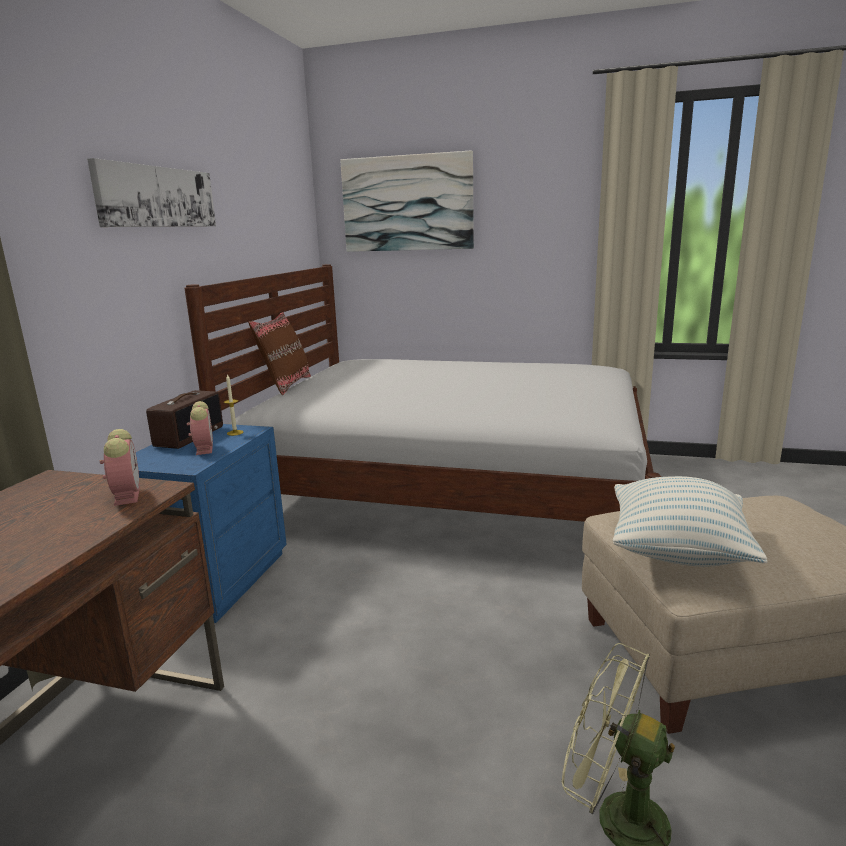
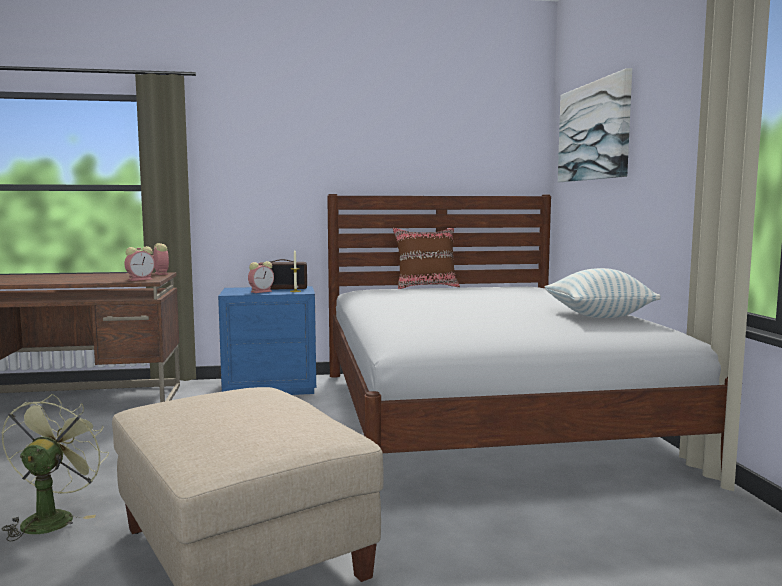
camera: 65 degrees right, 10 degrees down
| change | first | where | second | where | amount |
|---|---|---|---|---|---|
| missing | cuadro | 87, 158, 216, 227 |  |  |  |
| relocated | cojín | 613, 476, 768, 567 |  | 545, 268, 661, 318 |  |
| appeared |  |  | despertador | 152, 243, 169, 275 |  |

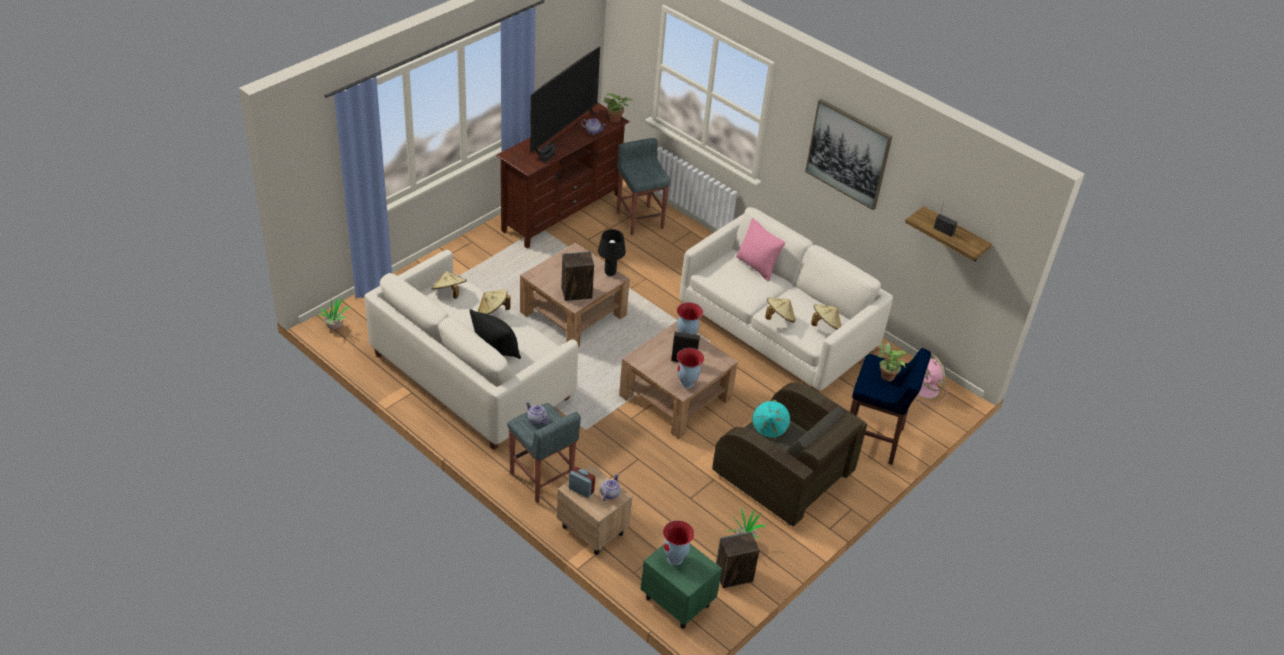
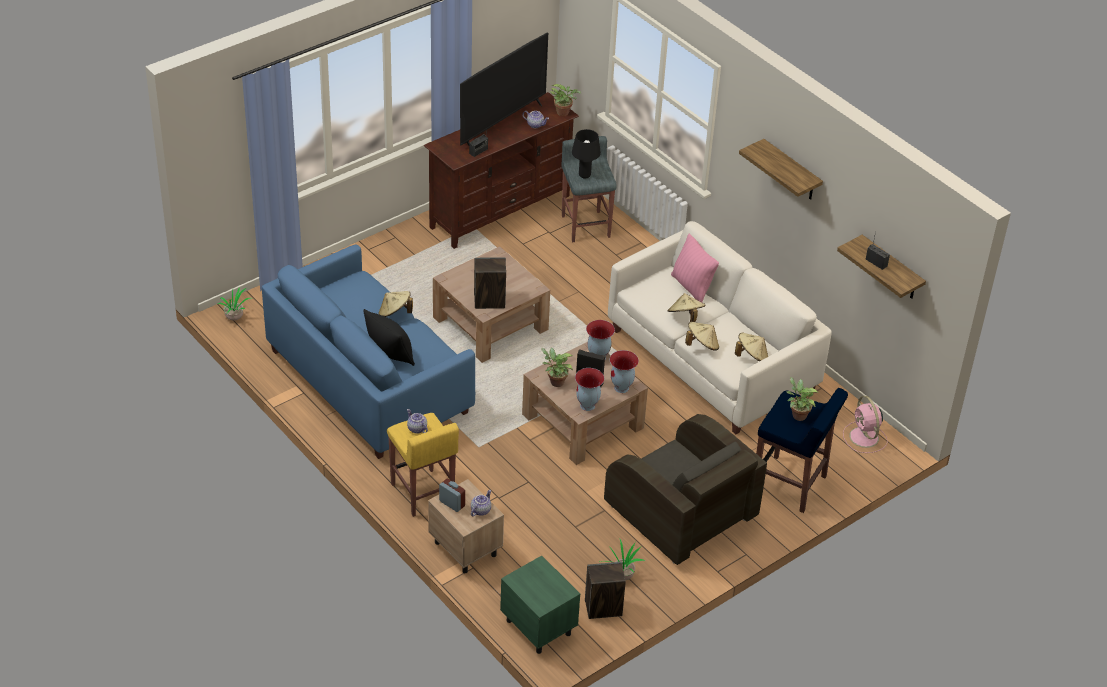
camera: 10 degrees right, 0 degrees up
| change | first | where | second | where | amount |
|---|---|---|---|---|---|
| exchanged | cuadro | 805, 99, 892, 210 | estante | 739, 139, 823, 200 |  |
| relocated | lámpara de mesa/negro | 598, 229, 626, 276 |  | 572, 129, 601, 179 |  |
| colour | sofá/blanco | 364, 250, 578, 450 | sofá/azul | 262, 244, 475, 459 |  |
| relocated | sombrero/beis | 432, 271, 467, 299 |  | 667, 293, 706, 322 |  |
| missing | sombrero/turquesa | 752, 400, 790, 439 |  |  |  |
| colour | taburete/gris | 507, 403, 581, 503 | taburete/amarillo | 387, 413, 459, 517 |  |
| relocated | florero | 663, 520, 694, 565 |  | 610, 350, 639, 393 |  |
| appeared |  |  | planta en maceta | 541, 348, 573, 387 |  |

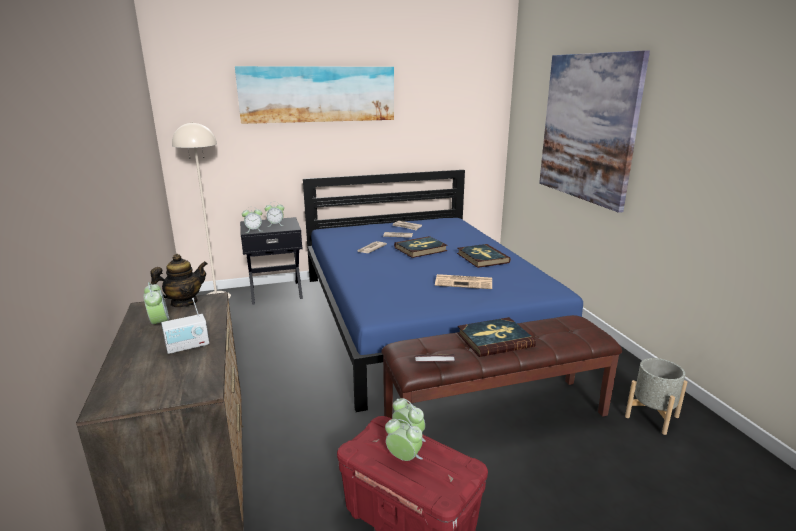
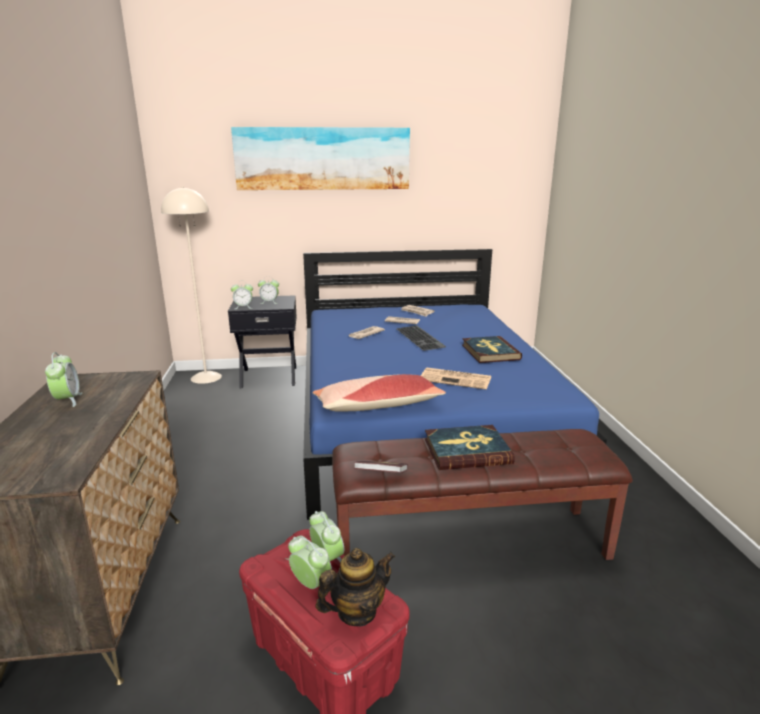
camera: 10 degrees right, 0 degrees up
| change | first | where | second | where | amount |
|---|---|---|---|---|---|
| missing | cuadro | 539, 50, 650, 213 |  |  |  |
| exchanged | libro | 394, 236, 448, 258 | teclado | 397, 325, 446, 351 |  |
| relocated | tetera | 150, 254, 208, 307 |  | 316, 548, 395, 626 |  |
| missing | radio | 161, 298, 209, 354 |  |  |  |
| missing | maceta/gris | 625, 358, 687, 435 |  |  |  |
| appeared |  |  | cojín | 313, 374, 446, 411 |  |

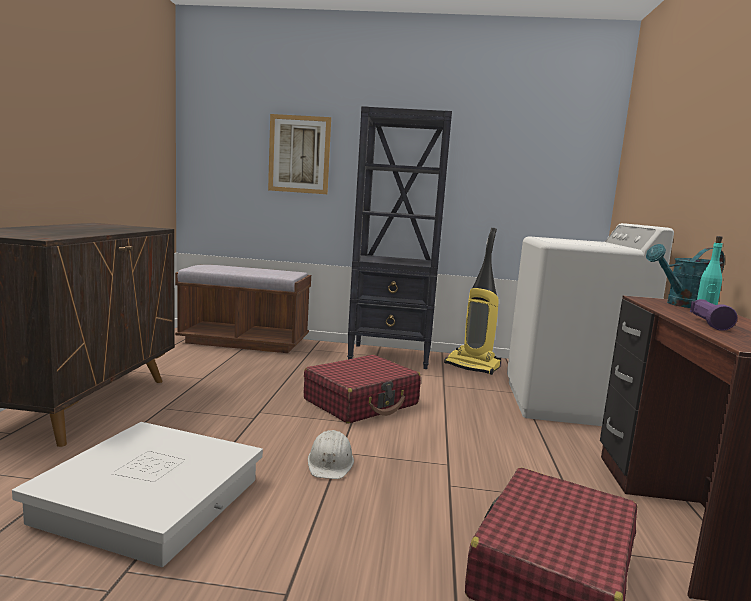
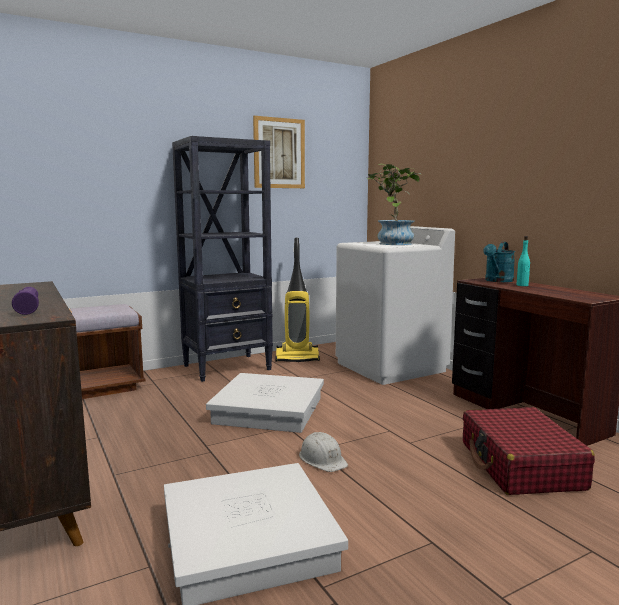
camera: 35 degrees left, 0 degrees up
| change | first | where | second | where | amount |
|---|---|---|---|---|---|
| relocated | cuadro | 268, 114, 331, 194 |  | 253, 116, 305, 188 |  |
| relocated | linterna/morado | 690, 299, 737, 331 |  | 12, 287, 39, 315 |  |
| exchanged | maleta/rojo | 304, 355, 421, 423 | caja de almacenaje/blanco | 206, 373, 324, 433 |  |
| appeared |  |  | planta en maceta | 363, 164, 423, 245 |  |

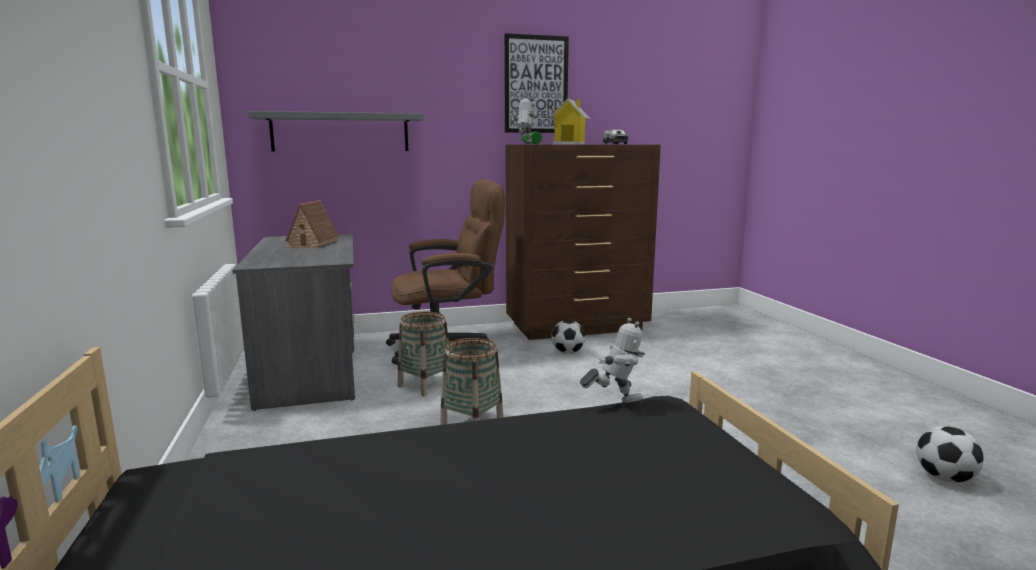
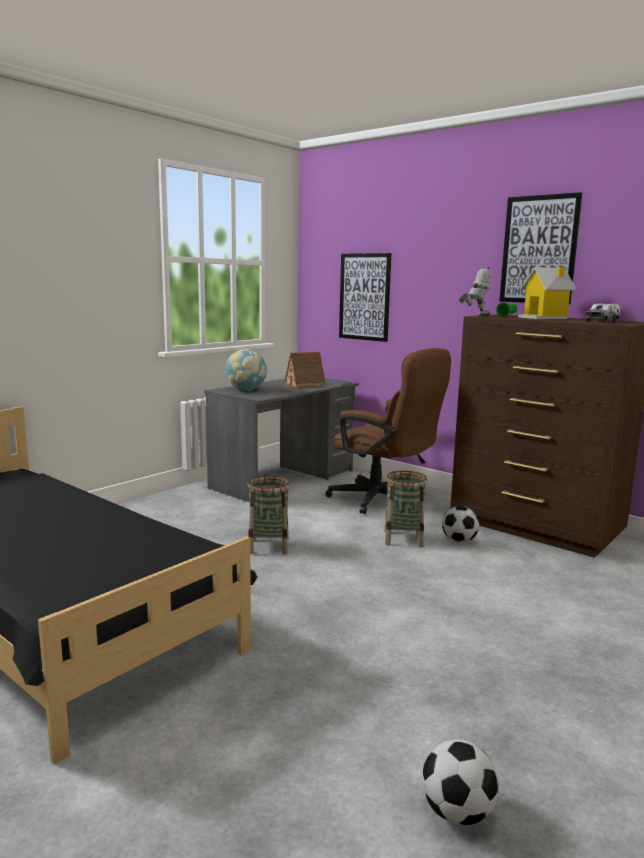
camera: 55 degrees right, 0 degrees up
| change | first | where | second | where | amount |
|---|---|---|---|---|---|
| exchanged | estante/gris | 248, 111, 424, 151 | cuadro | 339, 253, 391, 342 |  |
| relocated | cesta | 398, 312, 449, 396 |  | 384, 470, 427, 547 |  |
| missing | robot de juguete | 580, 318, 645, 406 |  |  |  |
| appeared |  |  | globo terráqueo | 226, 349, 267, 391 |  |

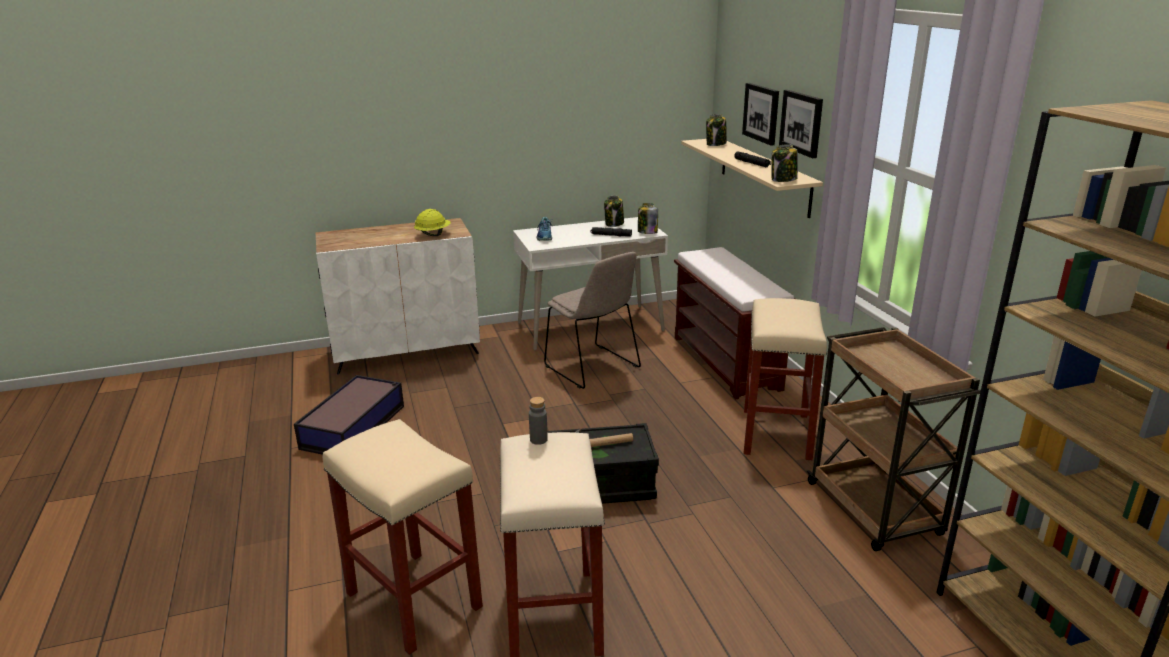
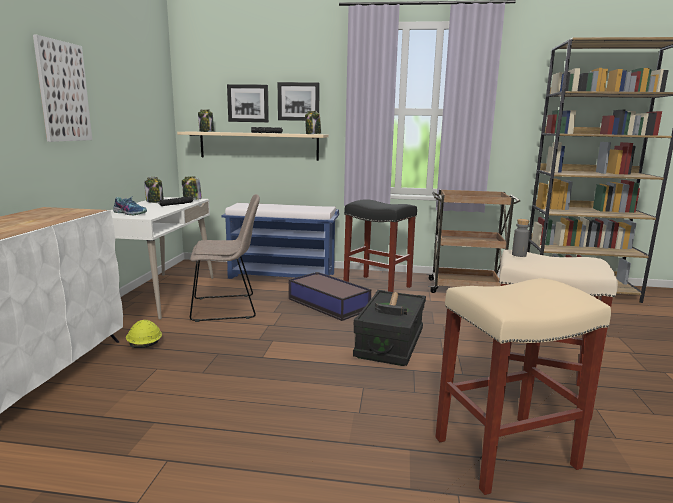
camera: 65 degrees left, 10 degrees down
| change | first | where | second | where | amount |
|---|---|---|---|---|---|
| relocated | casco/amarillo | 414, 209, 451, 236 |  | 126, 320, 162, 348 |  |
| colour | banco/marrón | 674, 247, 795, 399 | banco/azul | 222, 203, 339, 279 |  |
| colour | taburete/beis | 744, 298, 827, 460 | taburete/negro | 344, 199, 417, 292 |  |
| relocated | caja de almacenaje | 294, 375, 404, 455 |  | 289, 272, 371, 321 |  |
| appeared |  |  | cuadro | 33, 35, 92, 142 |  |

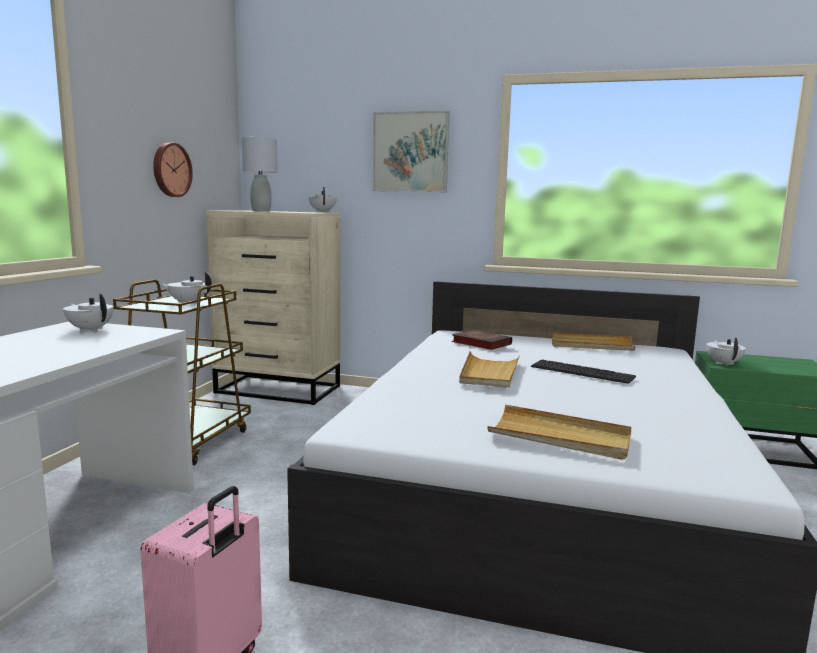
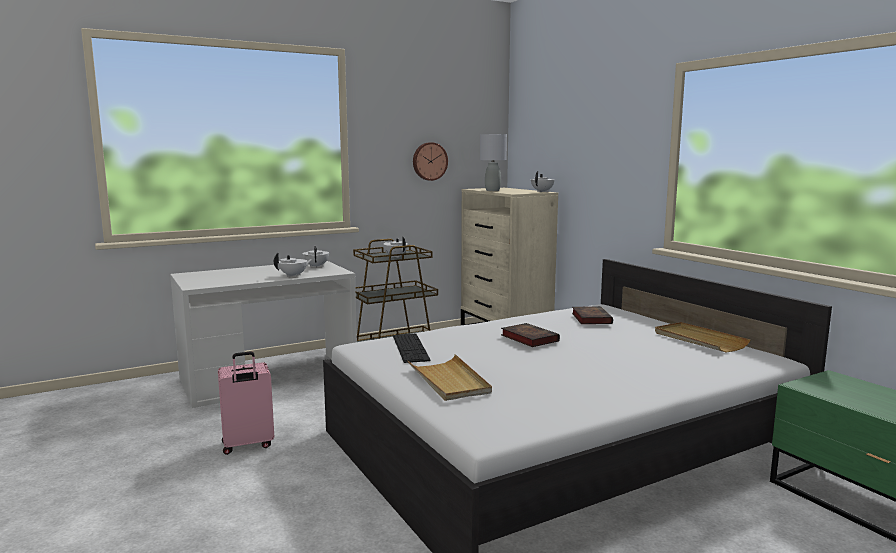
camera: 45 degrees right, 0 degrees up
| change | first | where | second | where | amount |
|---|---|---|---|---|---|
| missing | cuadro | 372, 111, 450, 192 |  |  |  |
| relocated | tetera/blanco | 706, 338, 746, 366 |  | 274, 253, 313, 277 |  |
| exchanged | bandeja/beis | 459, 351, 520, 388 | libro | 501, 323, 560, 347 |  |
| relocated | teclado | 531, 360, 636, 384 |  | 393, 334, 431, 363 |  |

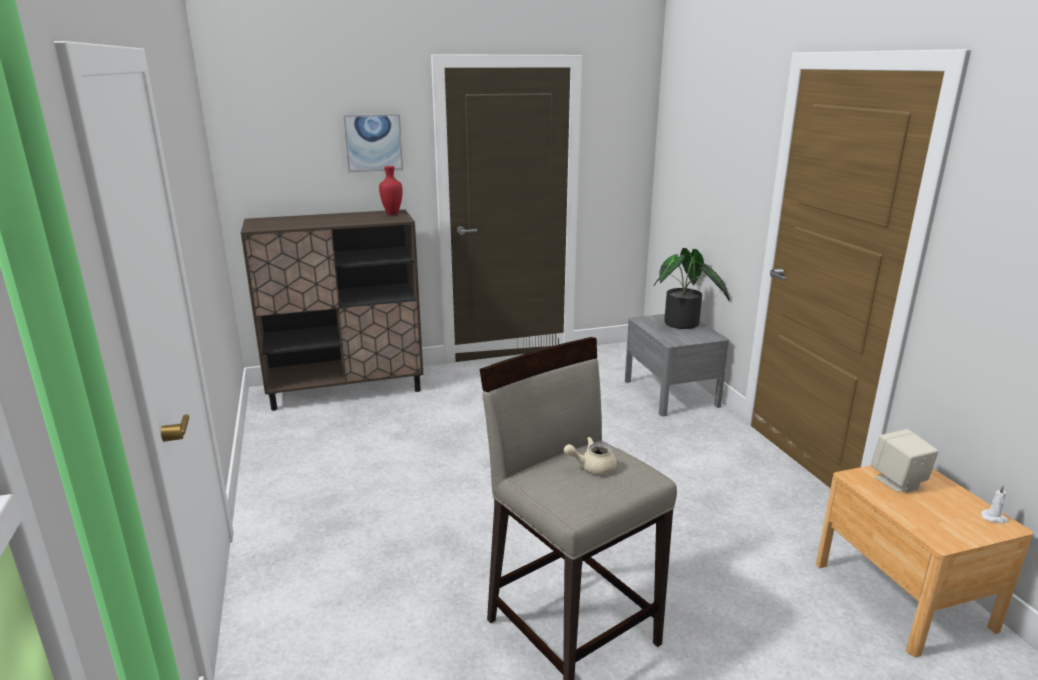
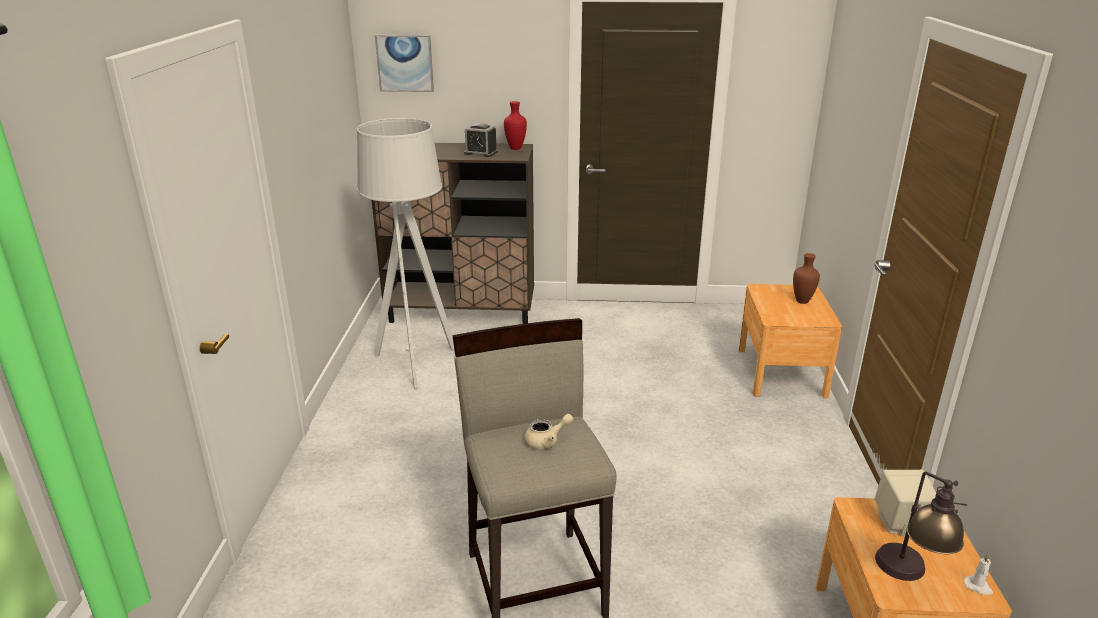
camera: 20 degrees right, 5 degrees up
| change | first | where | second | where | amount |
|---|---|---|---|---|---|
| relocated | cuadro | 343, 114, 403, 172 |  | 375, 35, 434, 92 |  |
| exchanged | planta en maceta | 654, 248, 730, 329 | florero/marrón | 793, 253, 820, 304 |  |
| colour | mesita de noche/gris | 625, 314, 729, 416 | mesita de noche/marrón | 739, 284, 842, 399 |  |
| spun | tetera/beis | 564, 437, 617, 474 |  | 524, 414, 573, 449 | 150 degrees clockwise |
| appeared |  |  | lámpara de pie/gris | 357, 118, 454, 389 |  |
| appeared |  |  | despertador | 464, 123, 498, 157 |  |
| appeared |  |  | lámpara de mesa | 875, 472, 967, 581 |  |

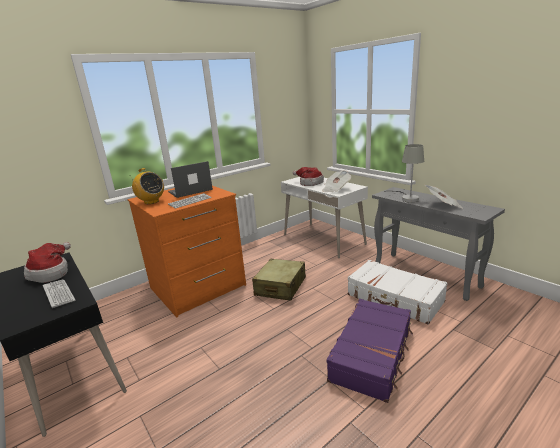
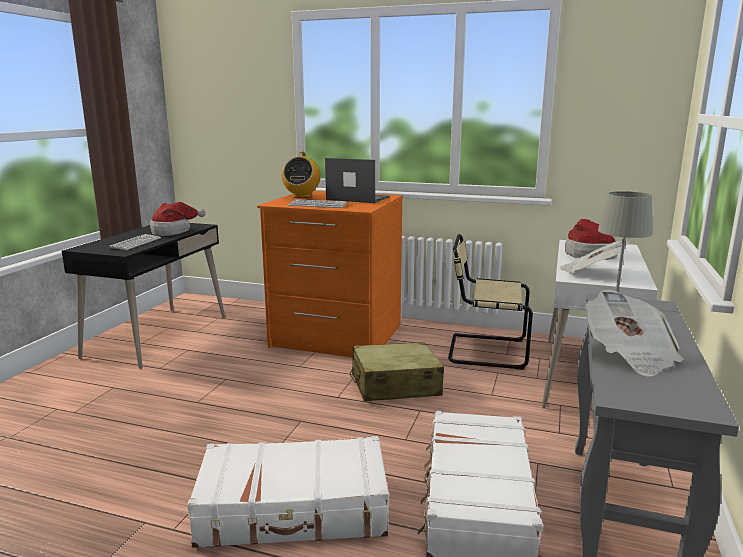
camera: 55 degrees right, 5 degrees down
| change | first | where | second | where | amount |
|---|---|---|---|---|---|
| colour | maleta/morado | 326, 299, 413, 403 | maleta/blanco | 187, 436, 389, 548 |  |
| appeared |  |  | silla/beis | 448, 234, 533, 370 |  |

